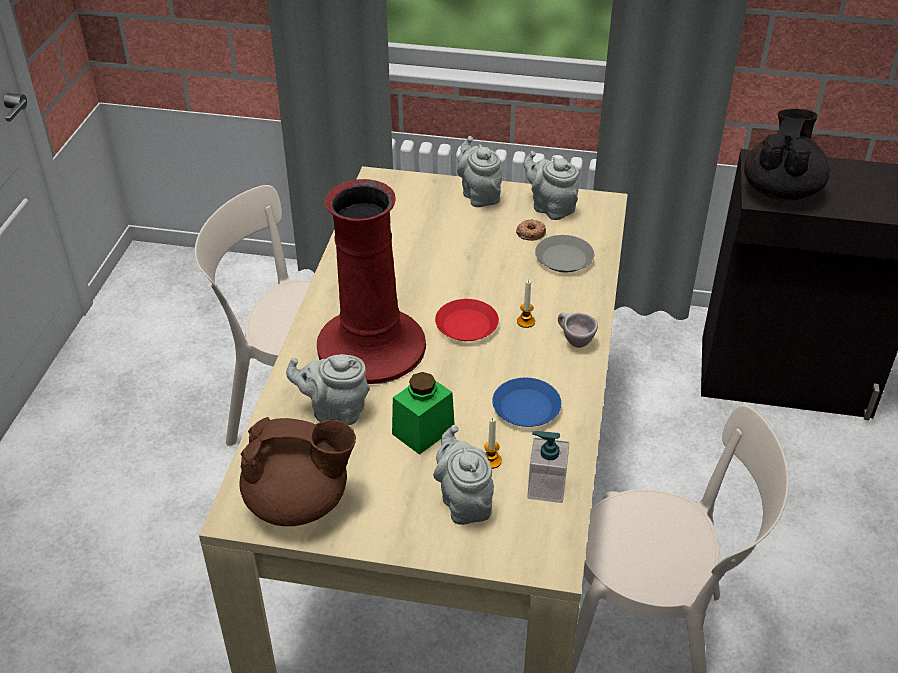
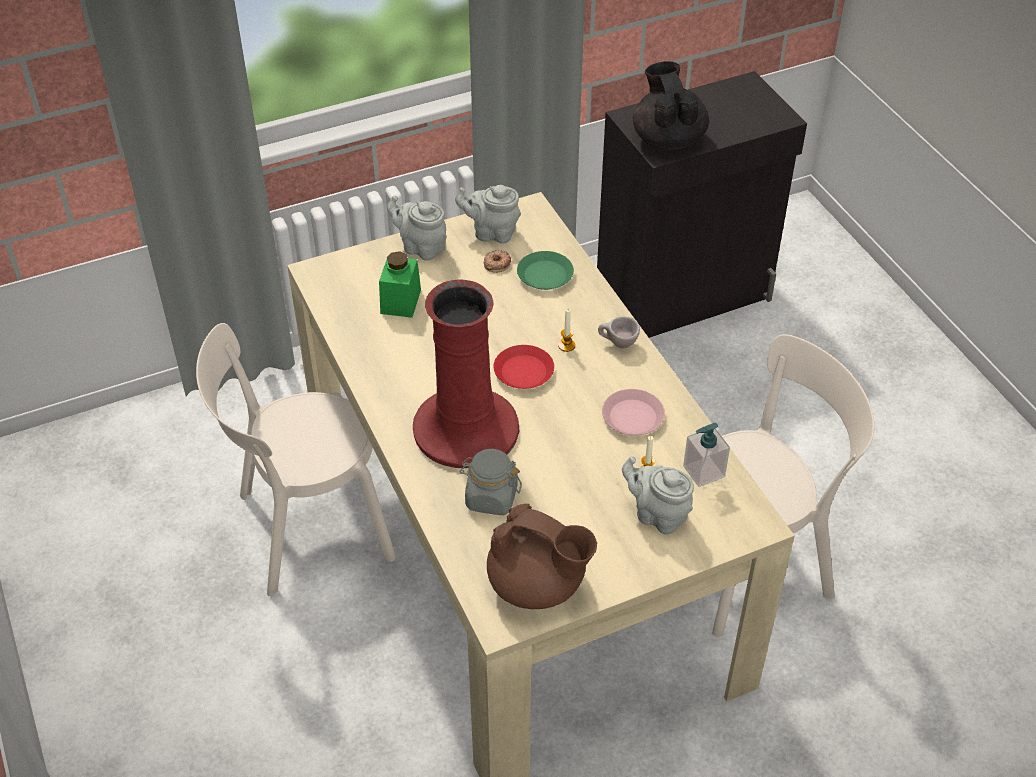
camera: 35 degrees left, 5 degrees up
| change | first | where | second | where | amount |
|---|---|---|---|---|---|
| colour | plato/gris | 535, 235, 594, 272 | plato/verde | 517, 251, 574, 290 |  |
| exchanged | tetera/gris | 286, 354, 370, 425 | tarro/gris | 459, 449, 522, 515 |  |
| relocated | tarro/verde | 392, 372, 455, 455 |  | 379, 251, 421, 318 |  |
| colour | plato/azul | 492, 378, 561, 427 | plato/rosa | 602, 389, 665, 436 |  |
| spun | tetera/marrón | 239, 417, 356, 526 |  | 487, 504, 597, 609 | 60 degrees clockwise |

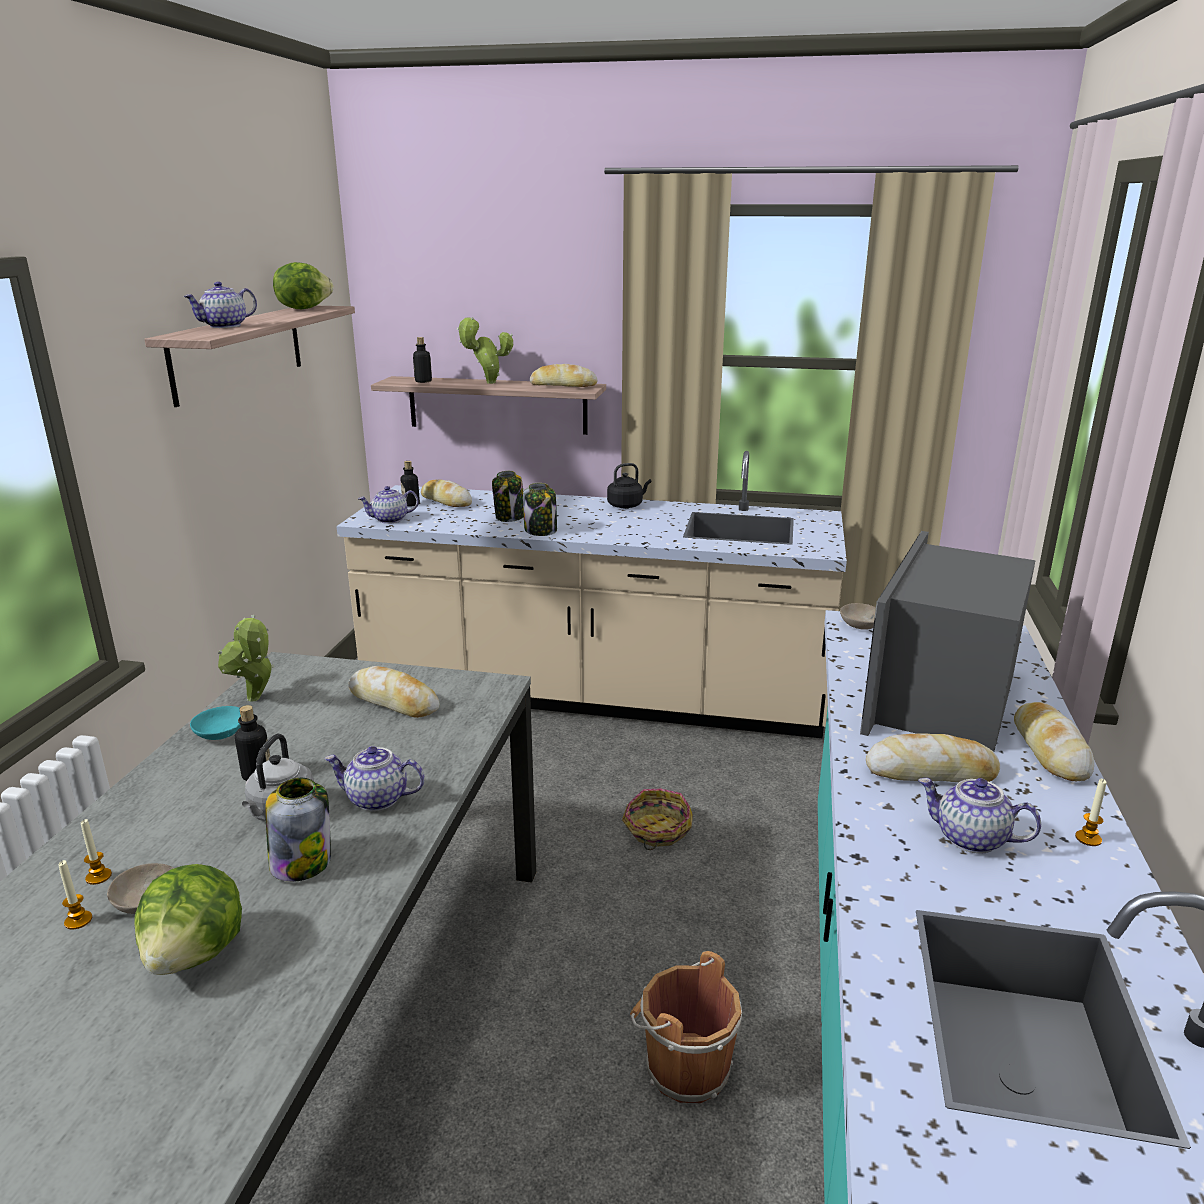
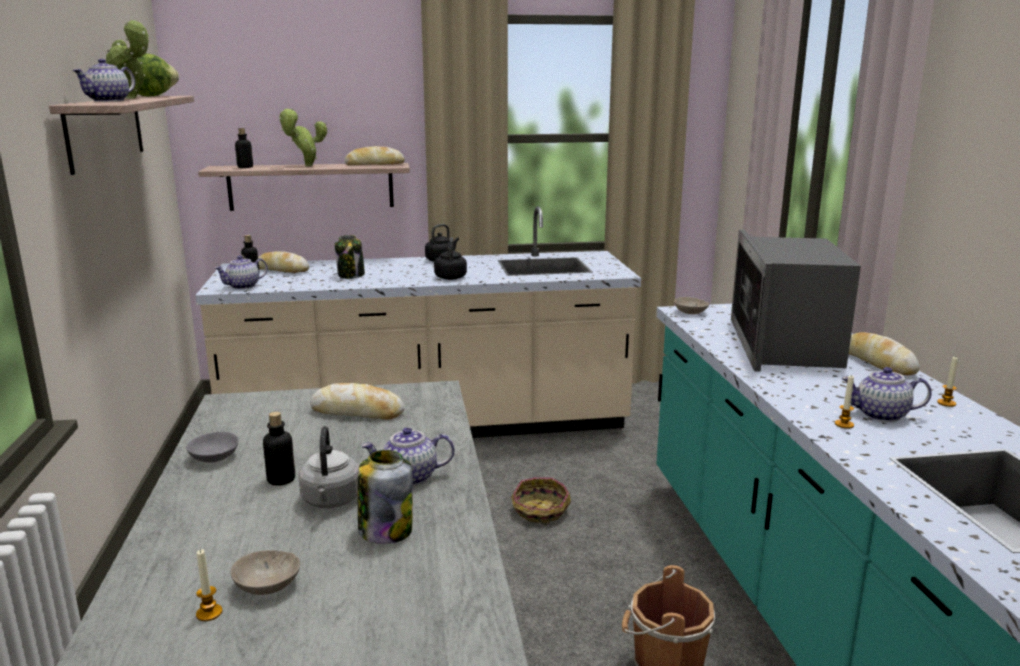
camera: 20 degrees left, 5 degrees down
| change | first | where | second | where | amount |
|---|---|---|---|---|---|
| missing | tarro | 523, 483, 557, 536 |  |  |  |
| relocated | planta en maceta | 218, 615, 275, 702 |  | 106, 20, 148, 99 |  |
| colour | cuenco/turquesa | 190, 706, 241, 740 | cuenco/gris | 186, 432, 239, 463 |  |
| missing | pan | 866, 733, 1000, 782 |  |  |  |
| relocated | vela | 81, 819, 112, 885 |  | 835, 375, 854, 429 |  |
| missing | lechuga | 134, 864, 242, 975 |  |  |  |
| appeared |  |  | hervidor/negro | 434, 237, 467, 280 |  |

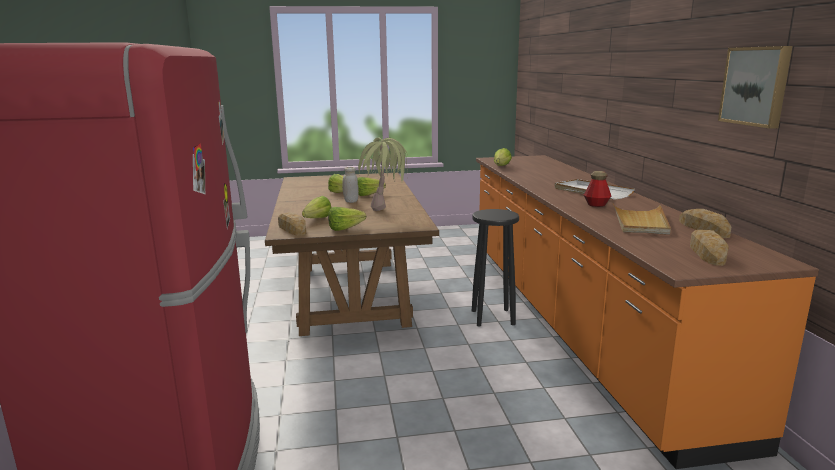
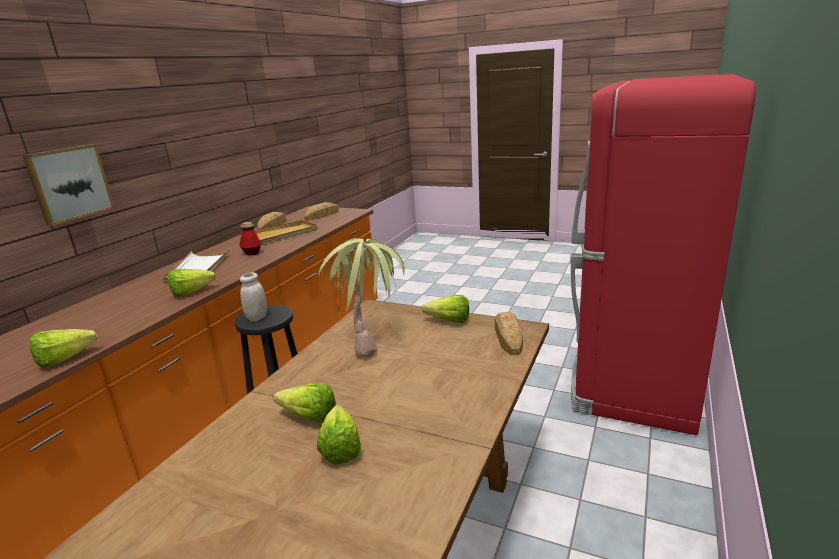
camera: 145 degrees left, 5 degrees up
| change | first | where | second | where | amount |
|---|---|---|---|---|---|
| relocated | cuadro | 718, 46, 792, 129 |  | 22, 144, 115, 226 |  |
| relocated | tarro/blanco | 342, 167, 359, 203 |  | 240, 273, 267, 322 |  |
| relocated | lechuga | 302, 196, 331, 218 |  | 168, 269, 216, 297 |  |

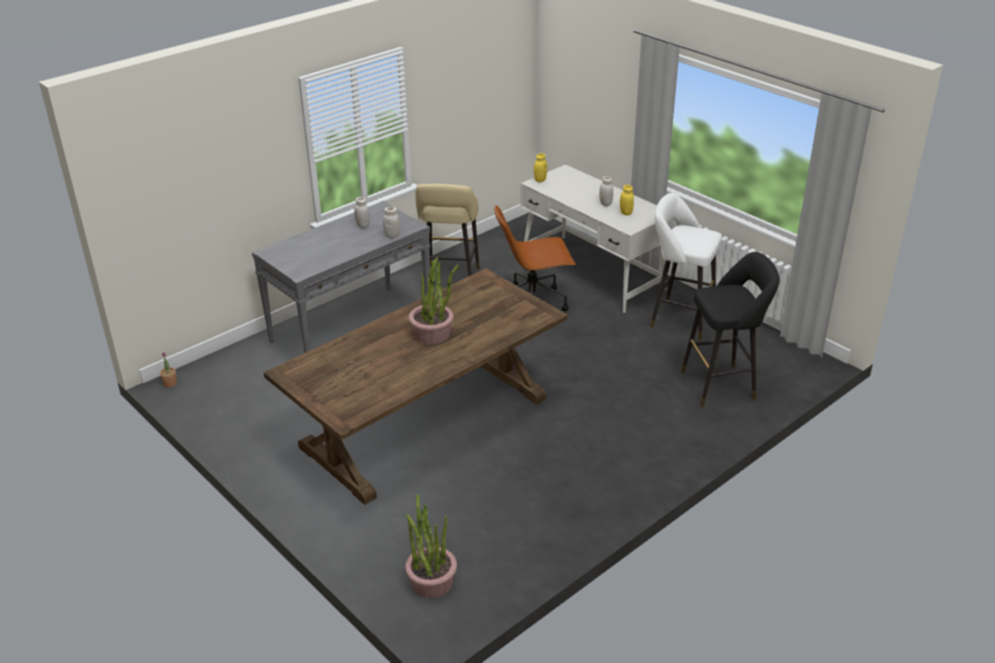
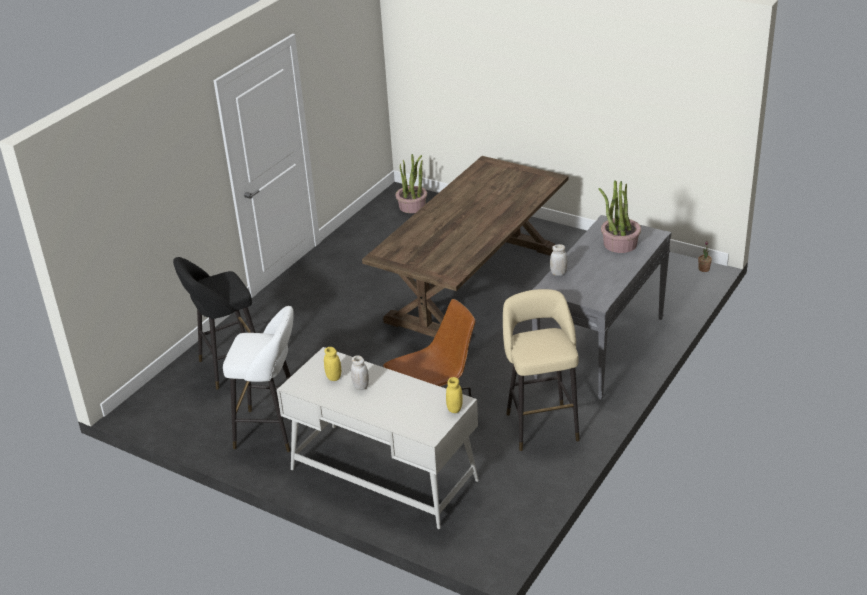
camera: 165 degrees right, 0 degrees up
| change | first | where | second | where | amount |
|---|---|---|---|---|---|
| missing | tarro/blanco | 354, 197, 370, 228 |  |  |  |
| relocated | planta en maceta | 409, 257, 459, 344 |  | 598, 180, 641, 253 |  |

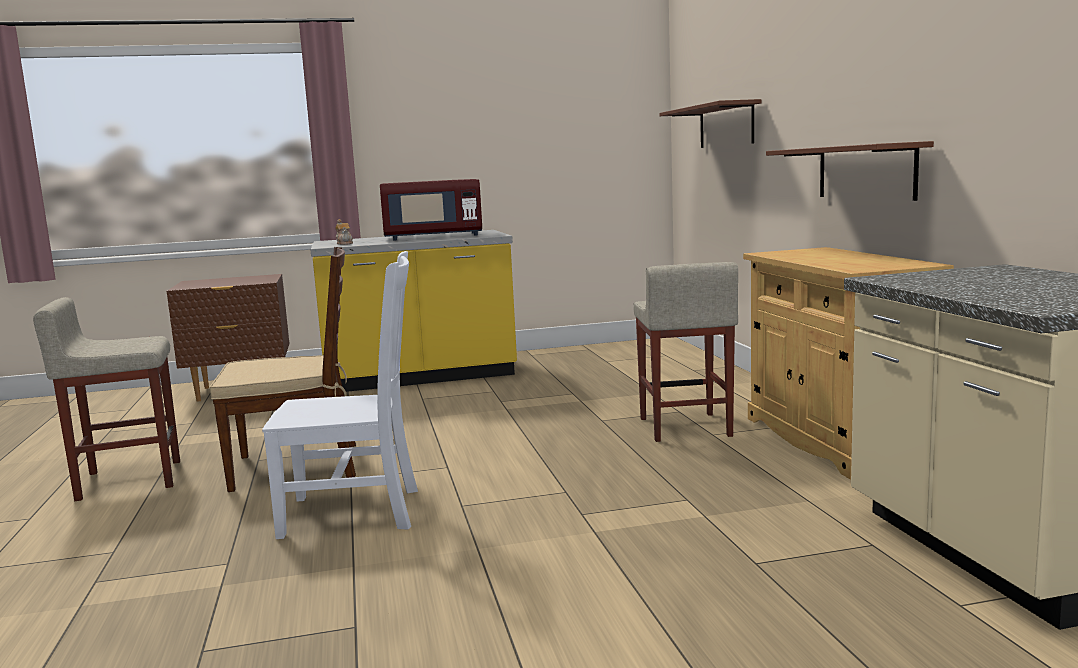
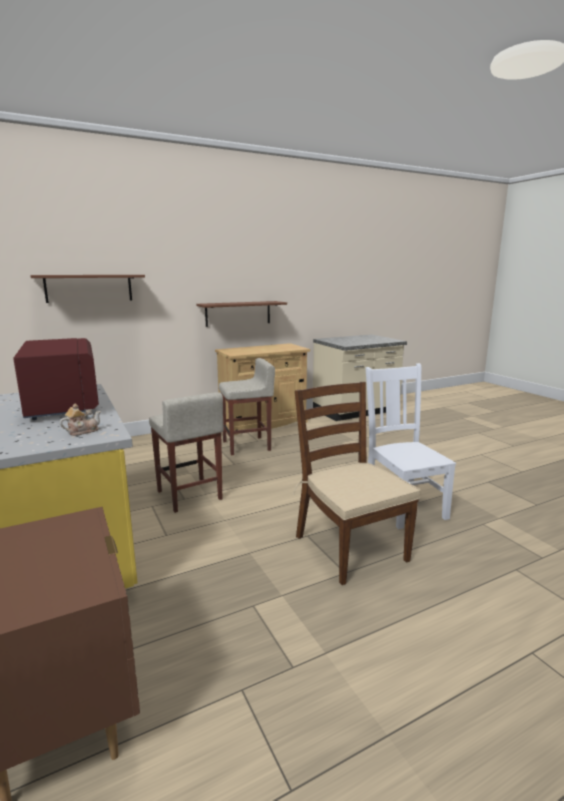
camera: 105 degrees left, 5 degrees up
| change | first | where | second | where | amount |
|---|---|---|---|---|---|
| relocated | taburete/beis | 33, 297, 180, 501 |  | 149, 392, 224, 513 |  |

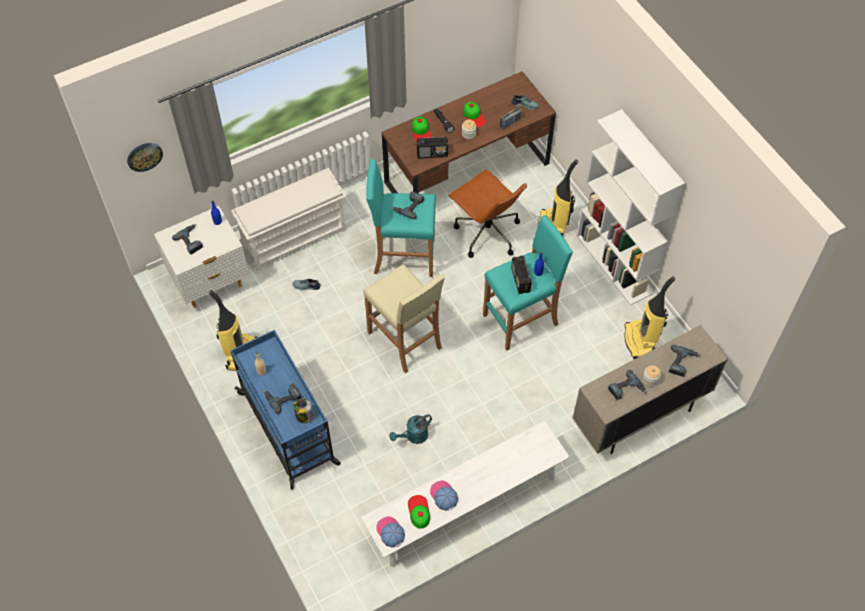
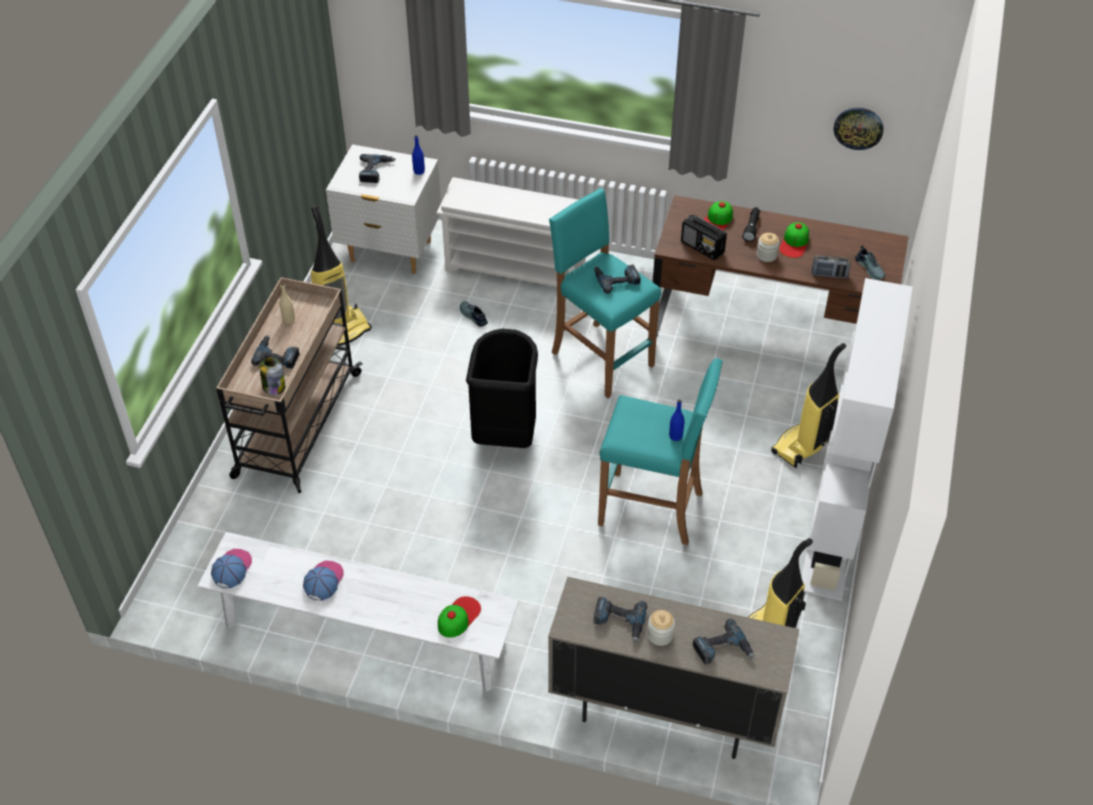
camera: 45 degrees right, 10 degrees down
| change | first | where | second | where | amount |
|---|---|---|---|---|---|
| relocated | reloj de pared | 127, 143, 163, 172 |  | 834, 108, 884, 150 |  |
| missing | silla de oficina/marrón | 448, 170, 527, 258 |  |  |  |
| missing | radio | 511, 256, 532, 294 |  |  |  |
| exchanged | taburete/beis | 363, 264, 445, 373 | papelera/negro | 466, 329, 538, 448 |  |
| colour | carrito/azul | 230, 330, 341, 489 | carrito/beis | 216, 277, 362, 493 |  |
| missing | regadera/turquesa | 389, 414, 432, 444 |  |  |  |
| relocated | gorra | 408, 495, 430, 529 |  | 438, 596, 481, 638 |  |

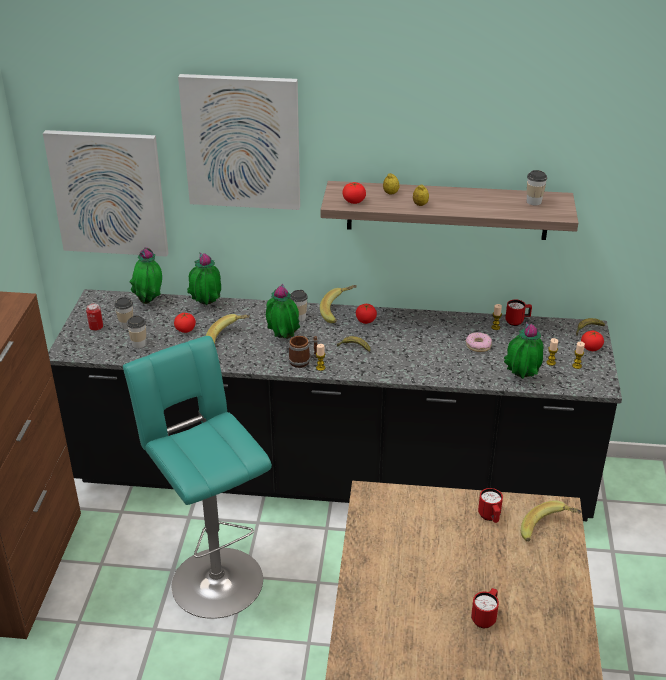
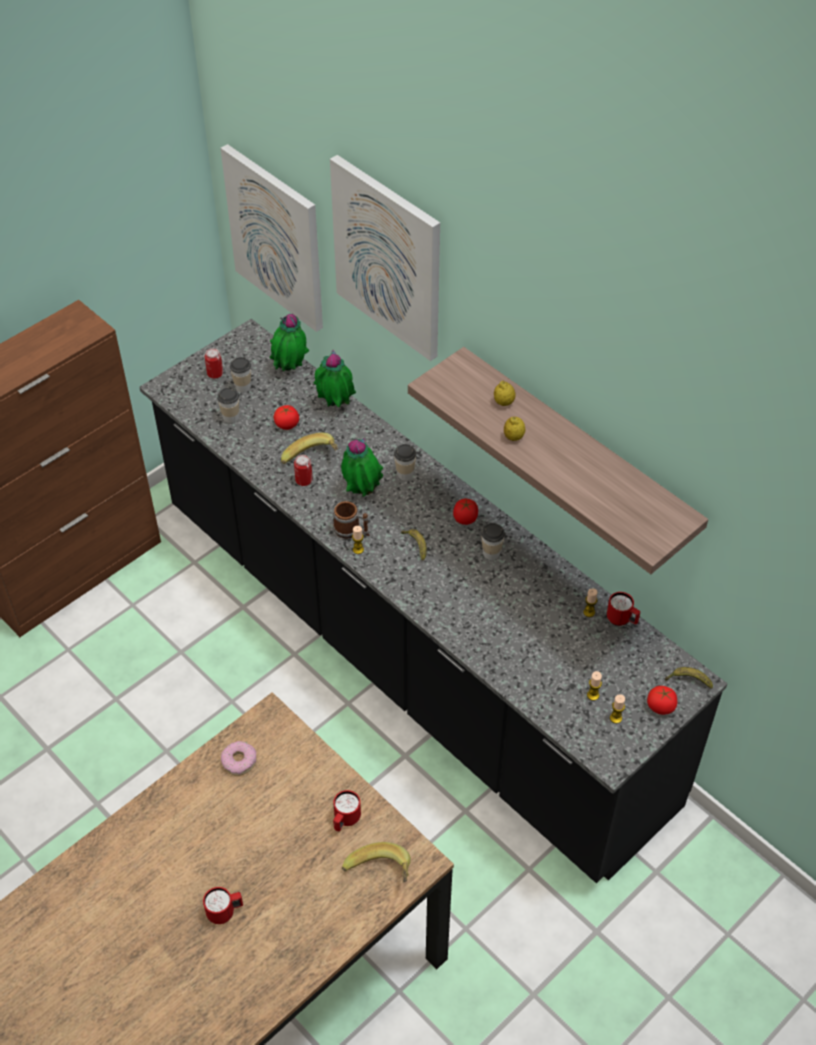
camera: 40 degrees right, 15 degrees up
| change | first | where | second | where | amount |
|---|---|---|---|---|---|
| relocated | taza | 527, 170, 547, 206 |  | 481, 523, 505, 560 |  |
| missing | tomate | 342, 182, 366, 204 |  |  |  |
| missing | plátano | 320, 285, 357, 323 |  |  |  |
| missing | planta en maceta | 504, 322, 543, 379 |  |  |  |
| relocated | rosquilla | 466, 333, 492, 352 |  | 221, 741, 256, 776 |  |
| missing | taburete/turquesa | 123, 336, 272, 619 |  |  |  |
| appeared |  |  | lata | 294, 455, 313, 486 |  |

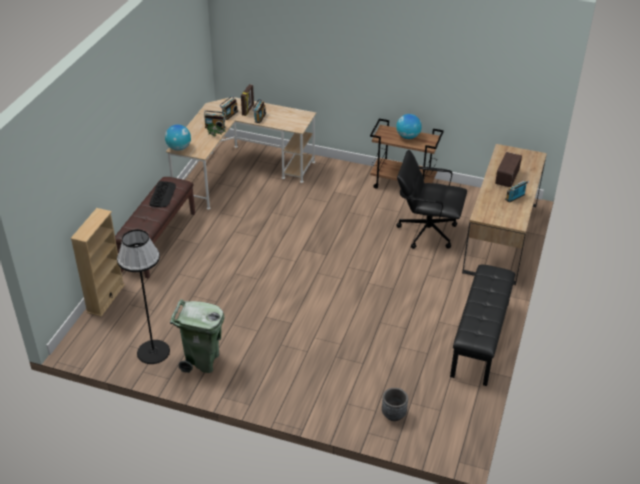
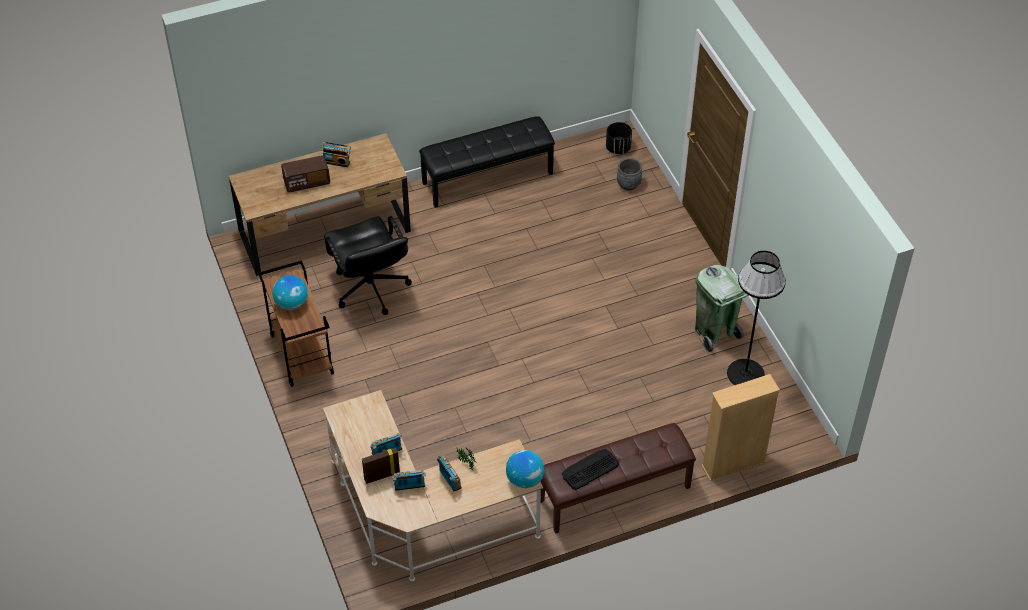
camera: 130 degrees left, 10 degrees up
| change | first | where | second | where | amount |
|---|---|---|---|---|---|
| appeared |  |  | maceta/negro | 606, 122, 632, 154 |  |

